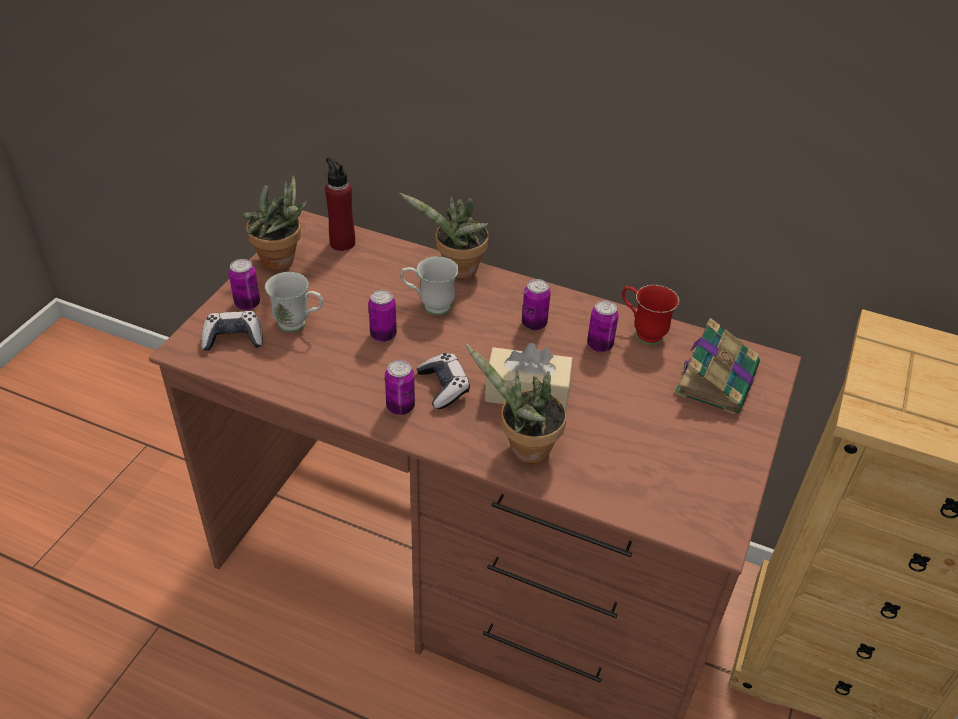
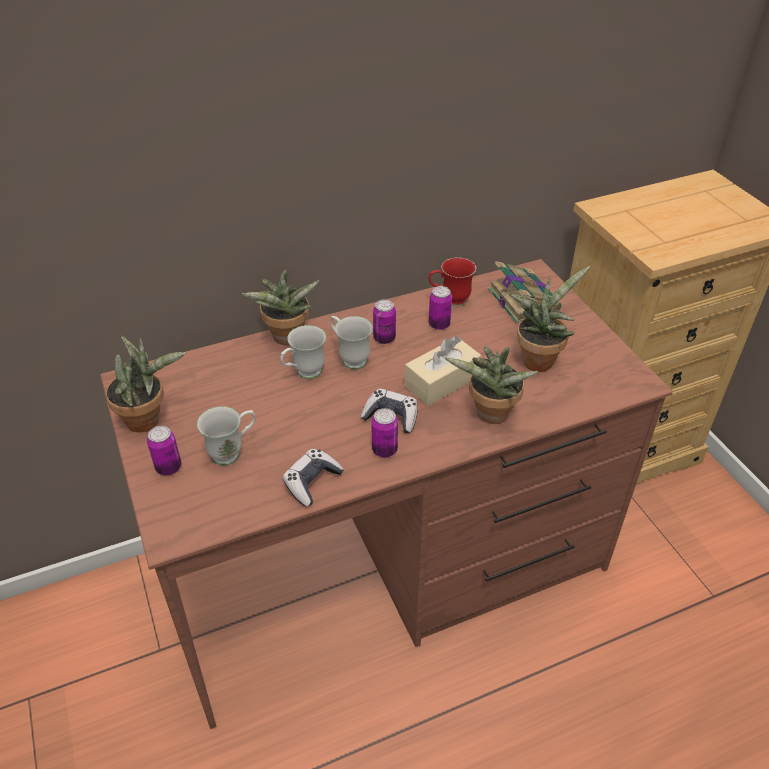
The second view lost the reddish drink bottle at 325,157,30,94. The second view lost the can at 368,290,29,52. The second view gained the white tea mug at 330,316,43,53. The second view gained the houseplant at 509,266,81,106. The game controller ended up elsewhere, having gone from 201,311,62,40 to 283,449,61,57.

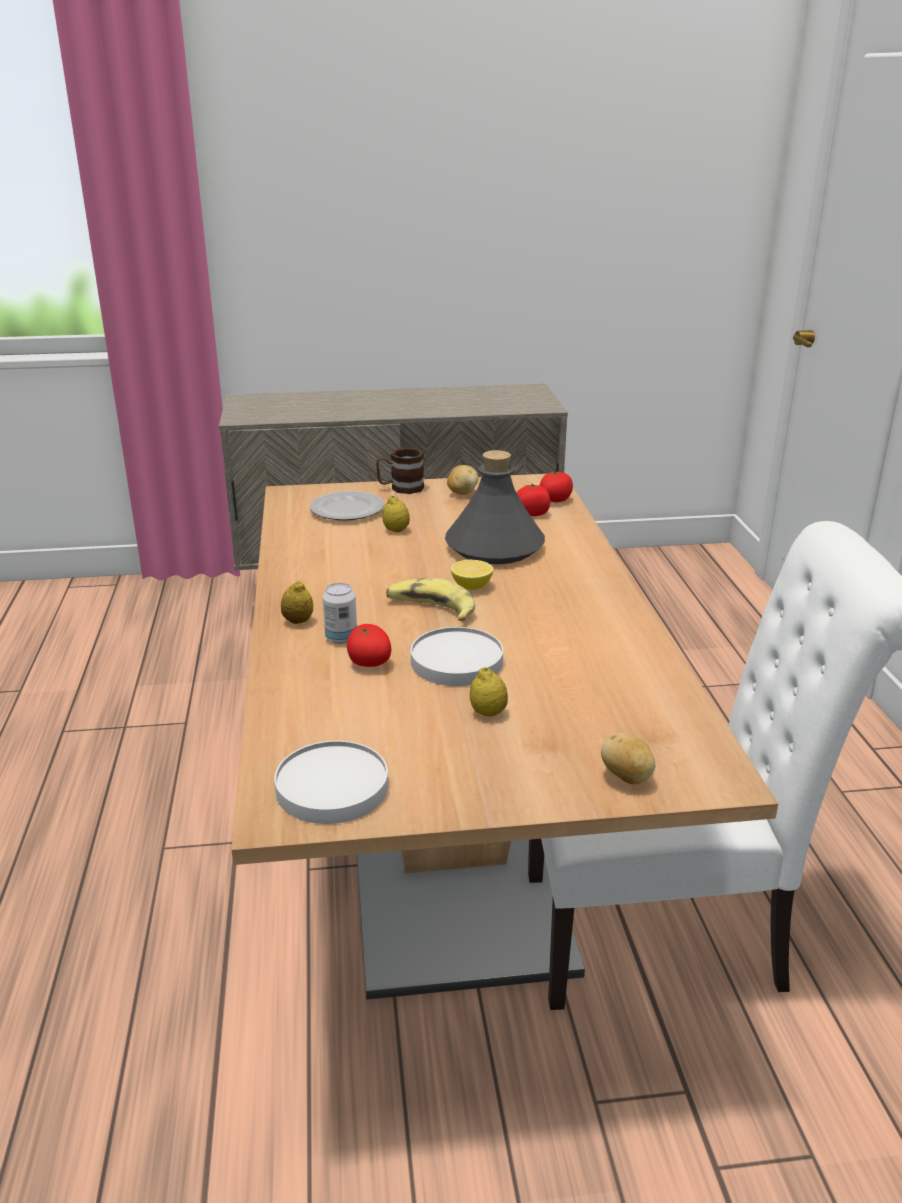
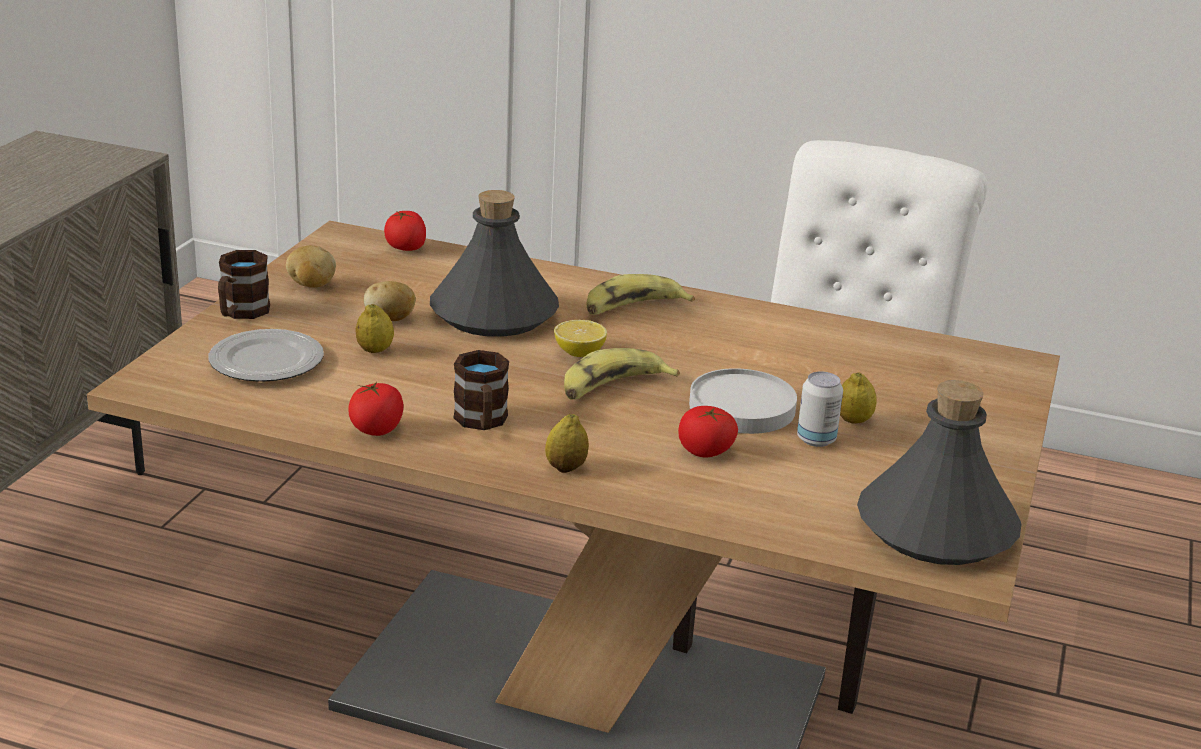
The second view gained the brown-coloured tea mug at 453,350,56,80. The second view gained the banana at 587,274,108,41. The can ended up elsewhere, having gone from 323,583,34,61 to 797,371,46,76. The fresh tomato ended up elsewhere, having gone from 516,483,34,33 to 348,382,55,54. The potato ended up elsewhere, having gone from 601,733,54,51 to 364,281,52,40. Where the white dinner plate stood at 274,741,114,83, the greyish drink bottle came to stand at 857,380,164,185.

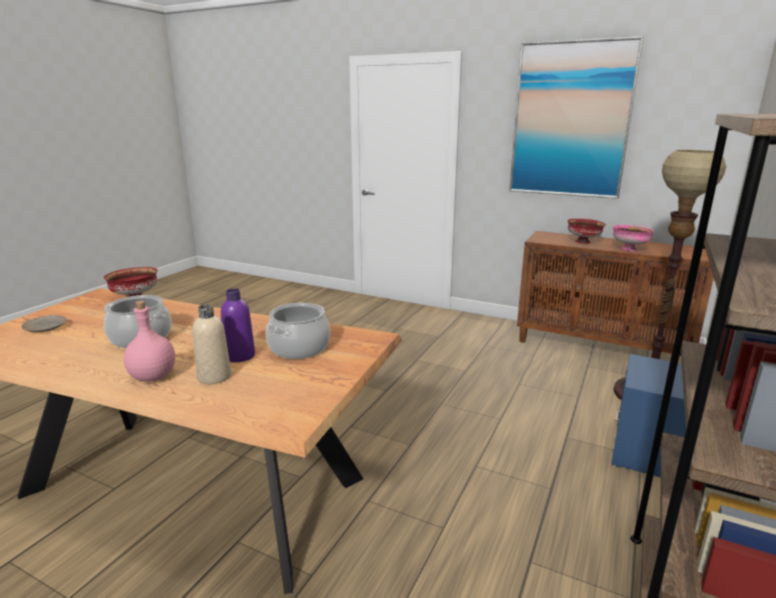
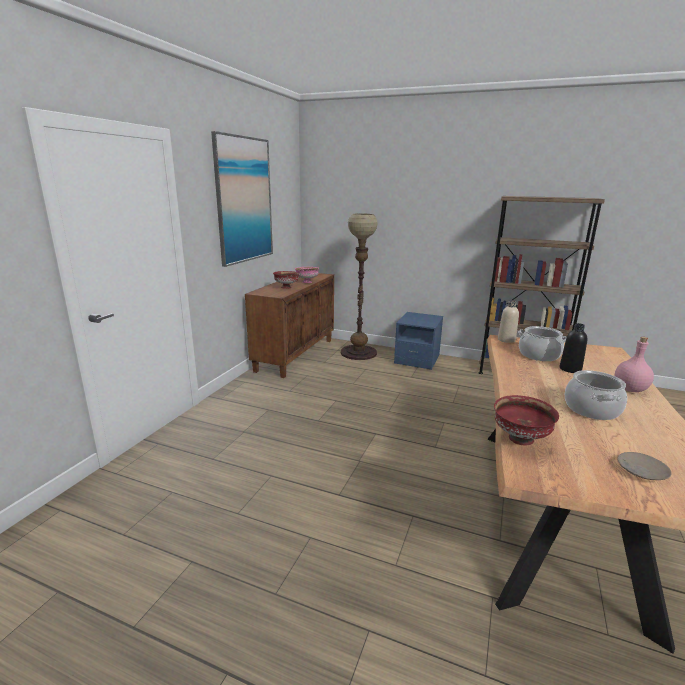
The beige drink bottle ended up elsewhere, having gone from 192,304,39,80 to 498,301,21,42. What was the purplish drink bottle at 221,289,34,73 turned into the blackish drink bottle at 560,323,27,50.

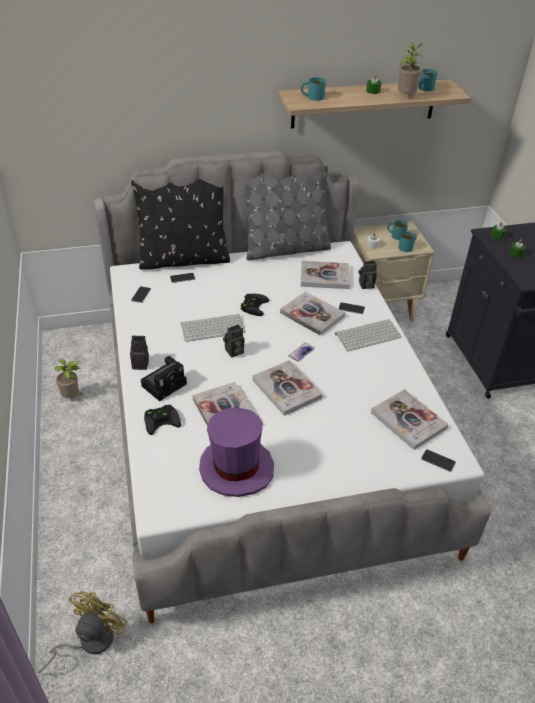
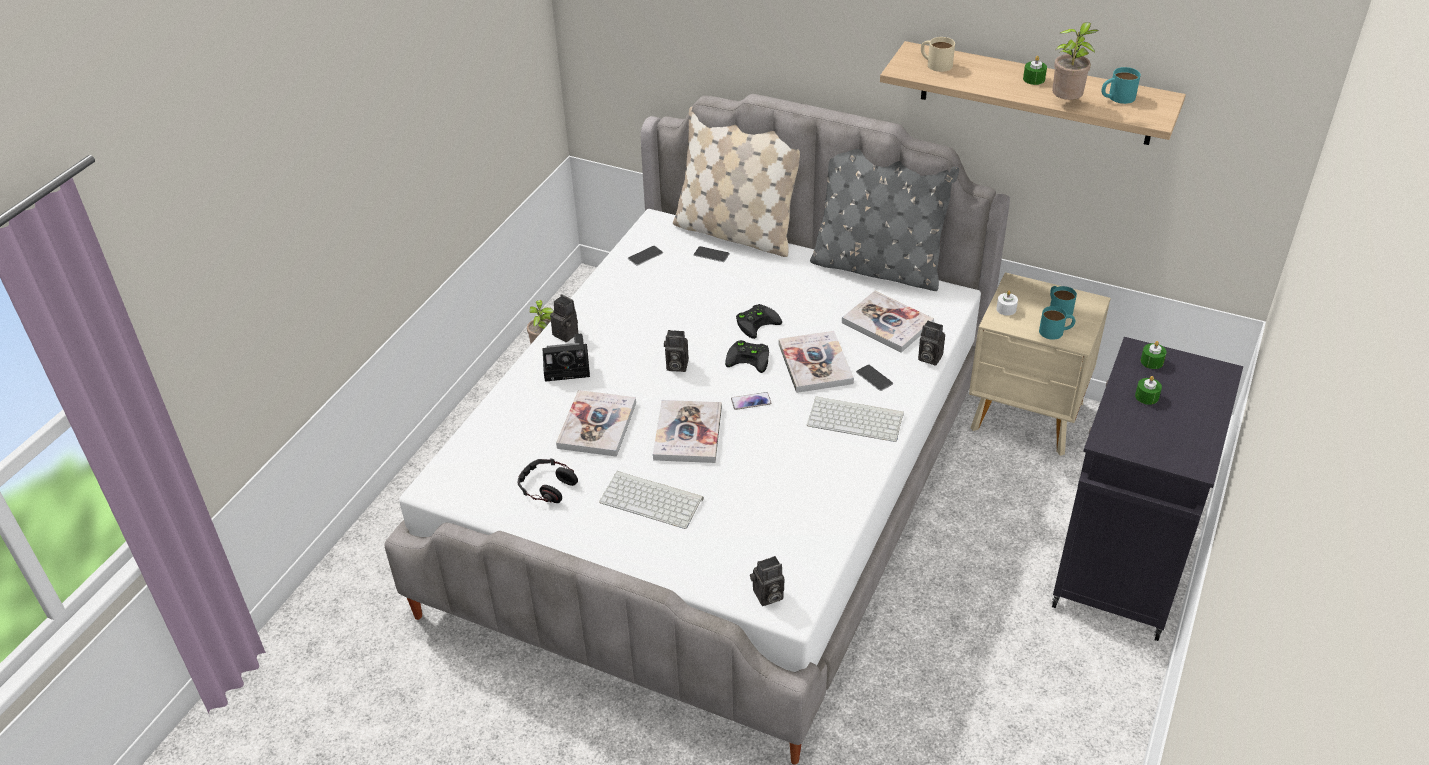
The second view lost the yellow cooling fan at 38,591,89,82. The second view lost the volume at 371,389,77,61. The blackish game controller ended up elsewhere, having gone from 144,405,37,30 to 725,340,44,33. The computer keyboard ended up elsewhere, having gone from 181,314,65,28 to 599,471,105,58. Where the purplish wearable hat stood at 199,408,75,89, the headset came to stand at 518,458,60,45. Where the handset stood at 421,449,35,23, the still camera came to stand at 750,556,34,50. What was the blackish throw pillow at 131,179,99,91 turned into the beige throw pillow at 673,107,127,150. What was the turquoise tea mug at 301,77,25,24 turned into the beige tea mug at 921,37,34,35.

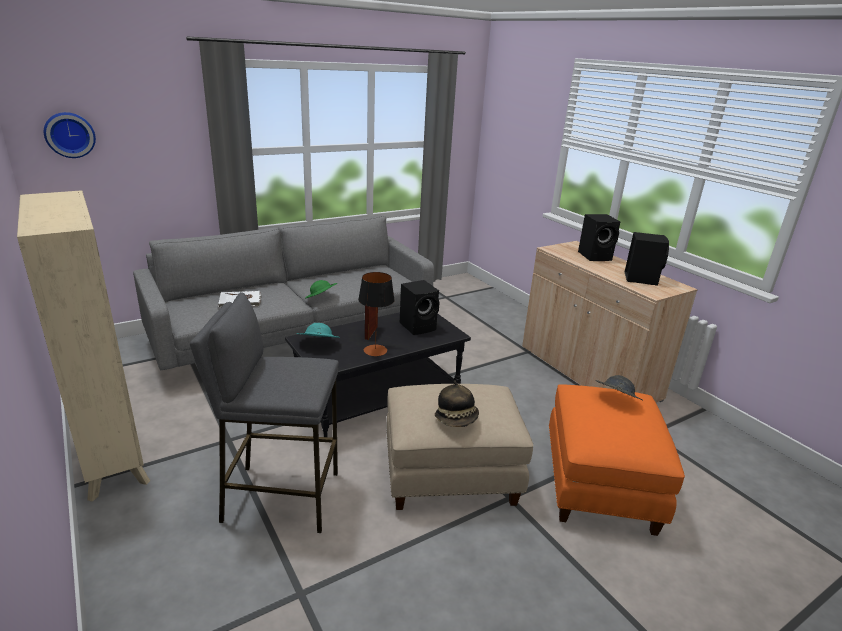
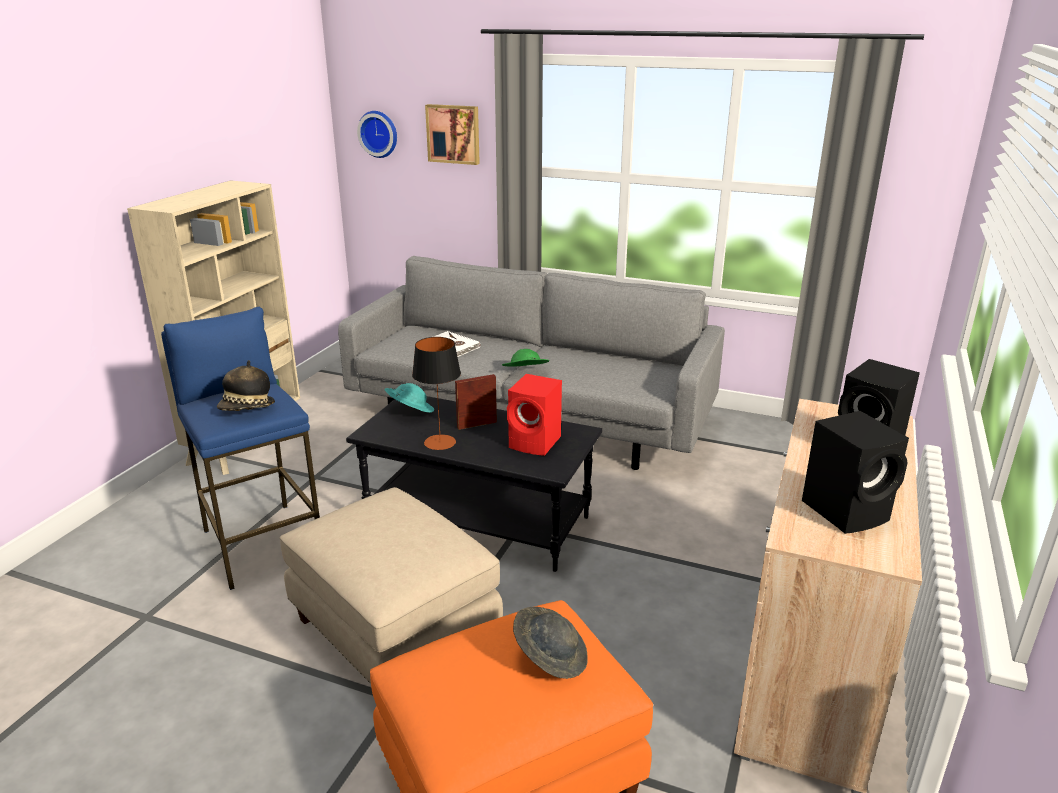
The second view gained the wall picture at 425,104,55,61. The wearable hat ended up elsewhere, having gone from 435,380,44,47 to 217,360,58,51. What was the greyish stool seat at 190,292,149,241 turned into the blue stool seat at 161,307,159,283. What was the blackish speaker at 400,280,40,55 turned into the reddish speaker at 507,374,55,82.

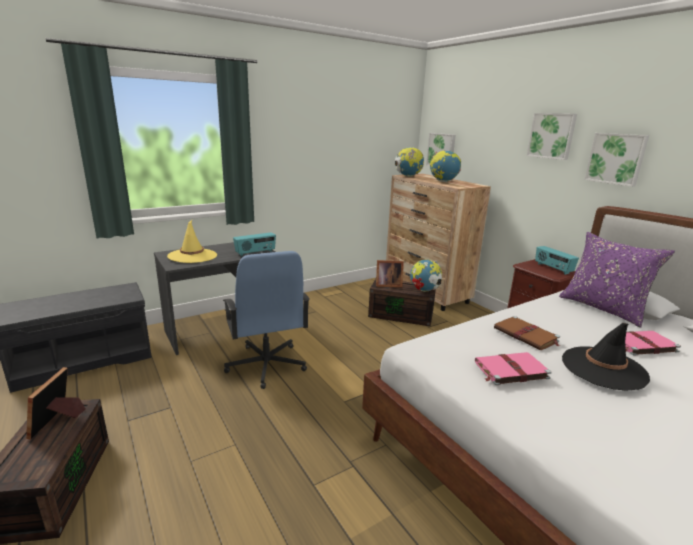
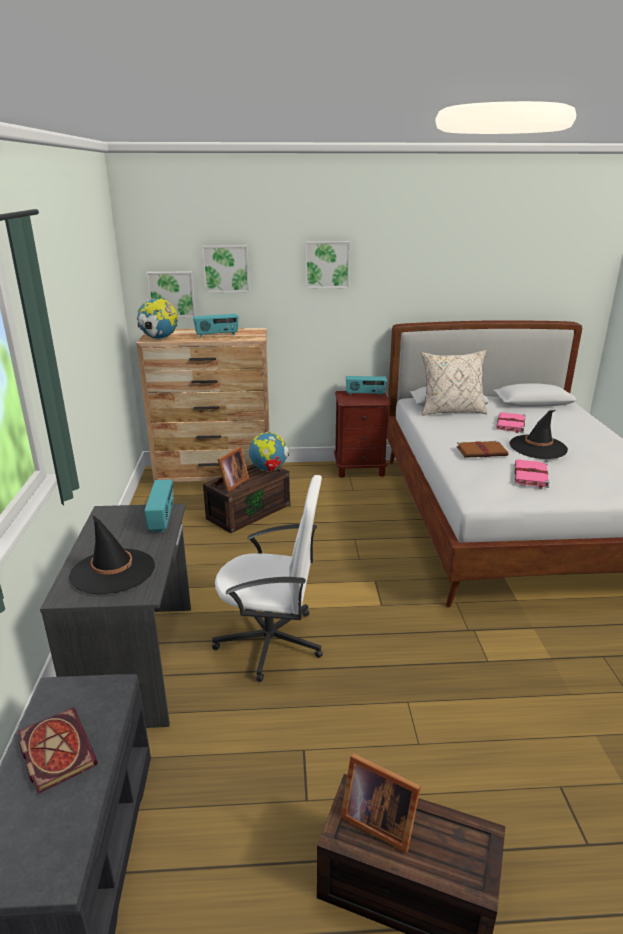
The second view gained the volume at 18,708,80,86. The wall picture ended up elsewhere, having gone from 585,133,64,54 to 202,245,47,48. Where the world globe stood at 430,151,31,31, the radio receiver came to stand at 193,314,46,23. What was the yellow wearable hat at 167,220,50,43 turned into the blackish wearable hat at 69,515,86,79. What was the blue desk chair at 223,251,87,138 turned into the white desk chair at 212,475,111,207. What was the purplish throw pillow at 559,232,116,96 turned into the beige throw pillow at 421,350,66,66.

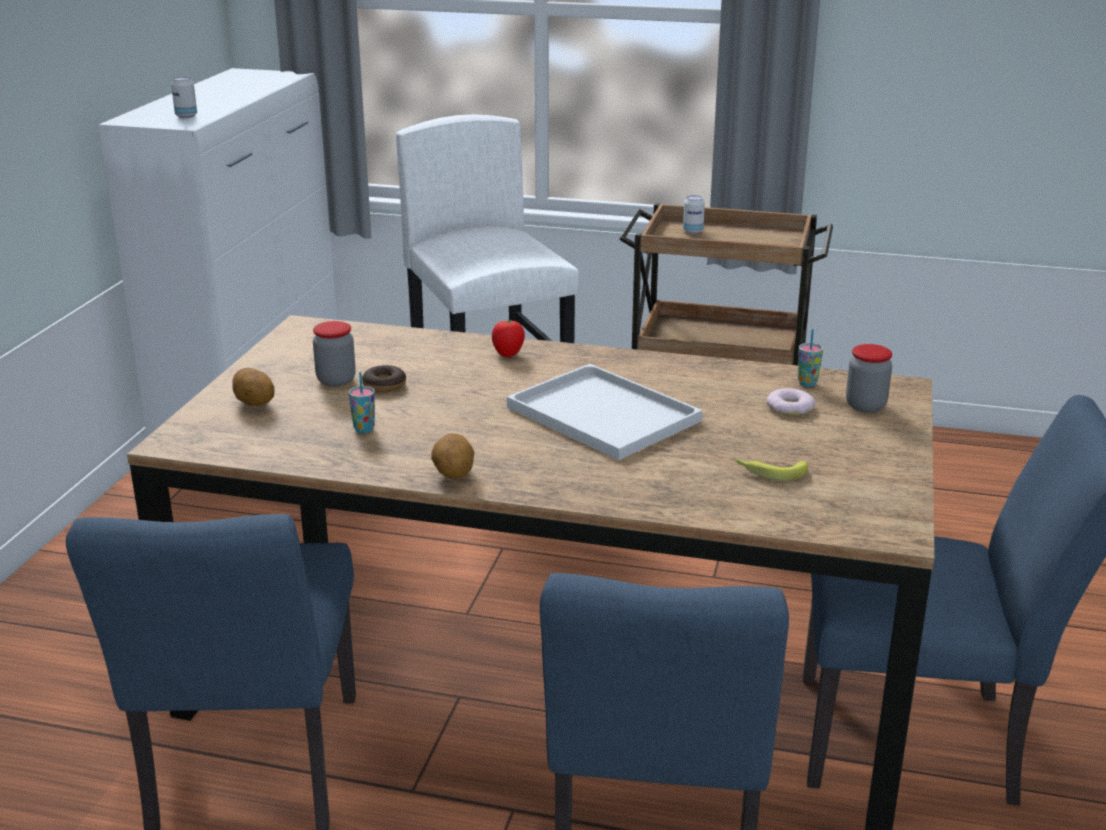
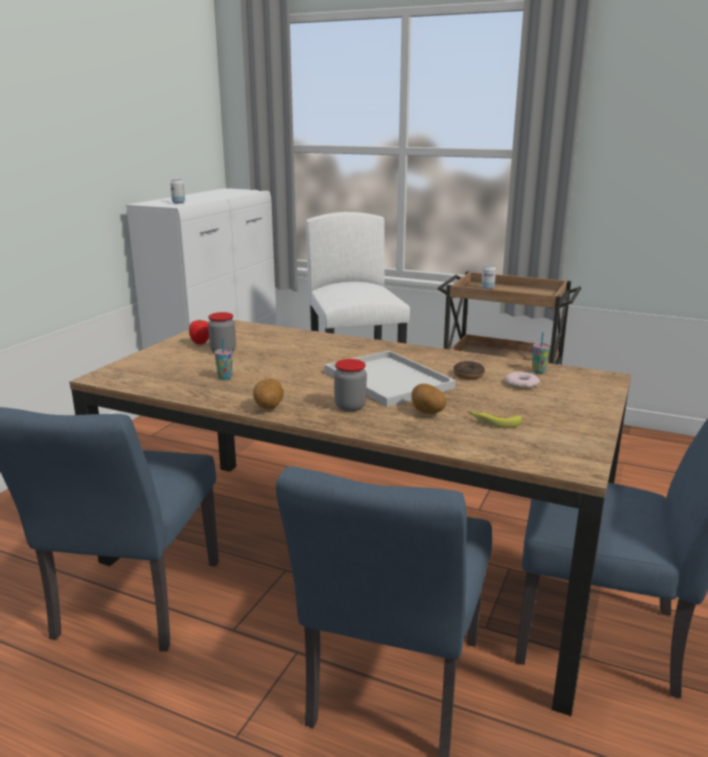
The potato ended up elsewhere, having gone from 232,368,43,38 to 411,384,35,30. The doughnut ended up elsewhere, having gone from 362,365,44,28 to 453,361,32,18. The fresh tomato ended up elsewhere, having gone from 492,320,33,37 to 189,320,20,24. The jar ended up elsewhere, having gone from 846,344,46,68 to 334,359,33,52.

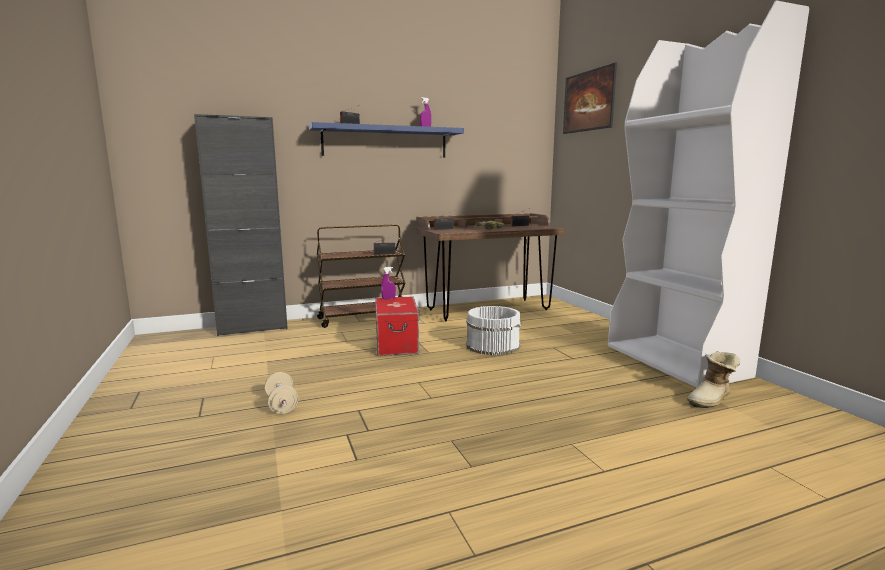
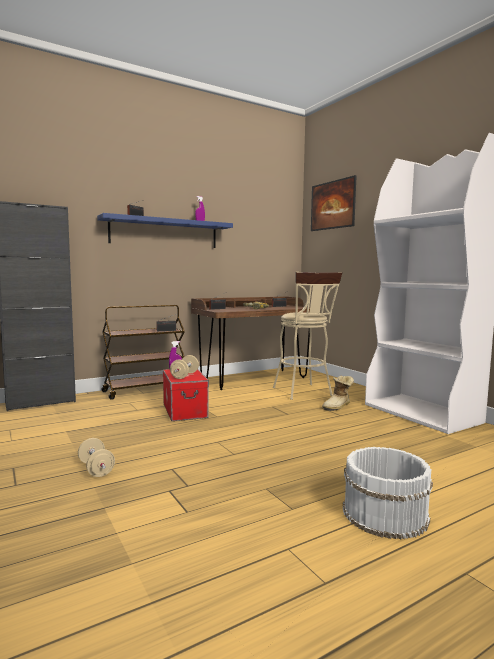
The second view gained the beige hand weight at 170,355,29,24. The second view gained the beige stool seat at 273,272,69,128. The white bucket ended up elsewhere, having gone from 466,306,55,49 to 343,447,90,93. The tall boot ended up elsewhere, having gone from 687,351,53,57 to 322,376,32,35.

